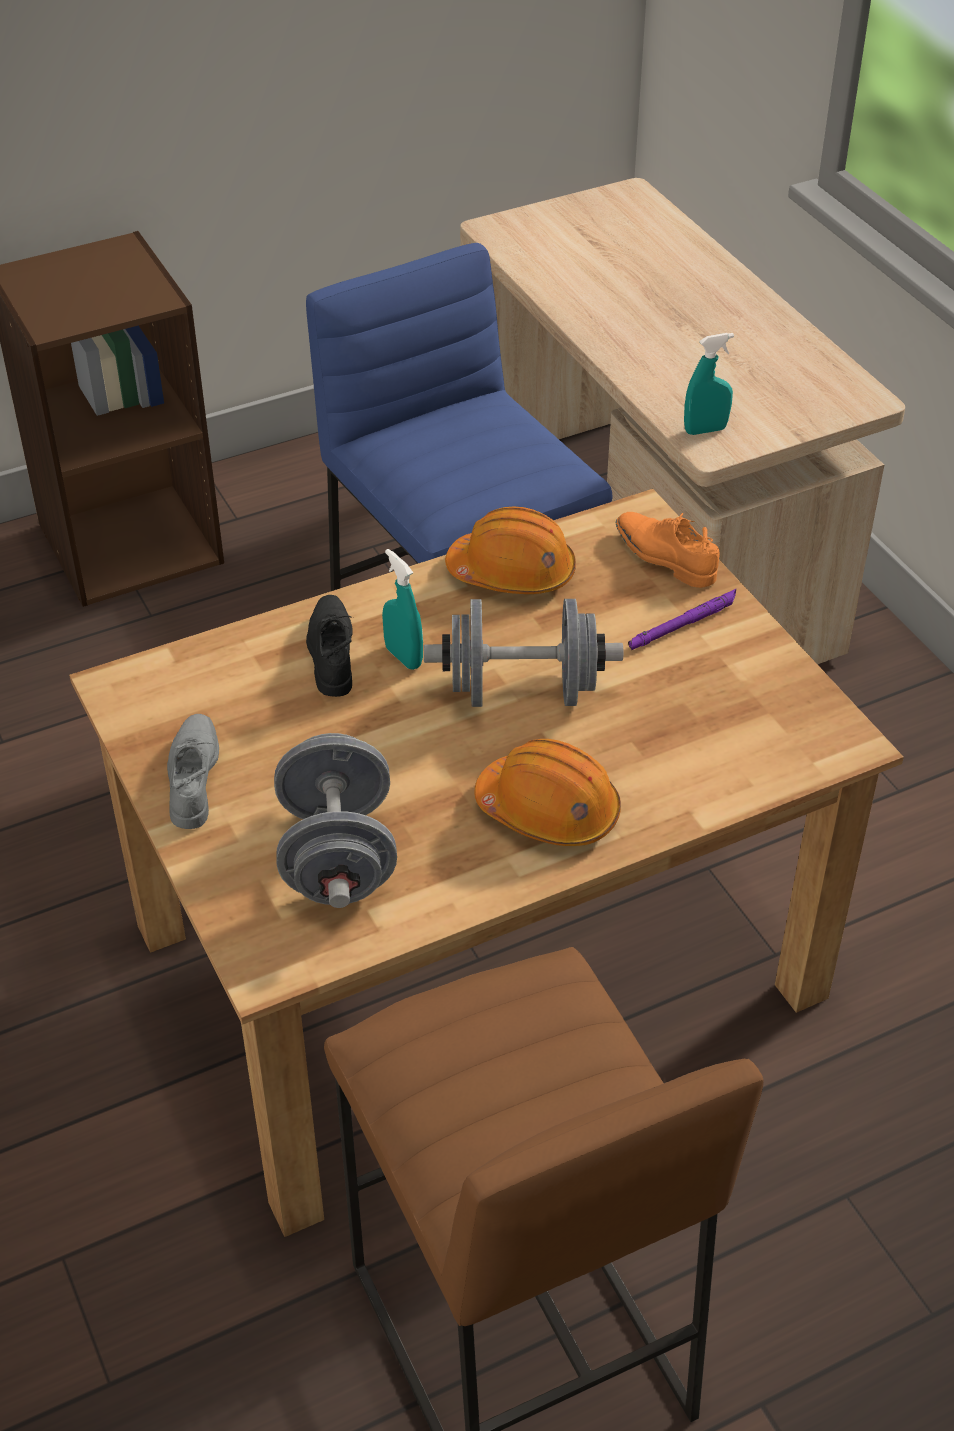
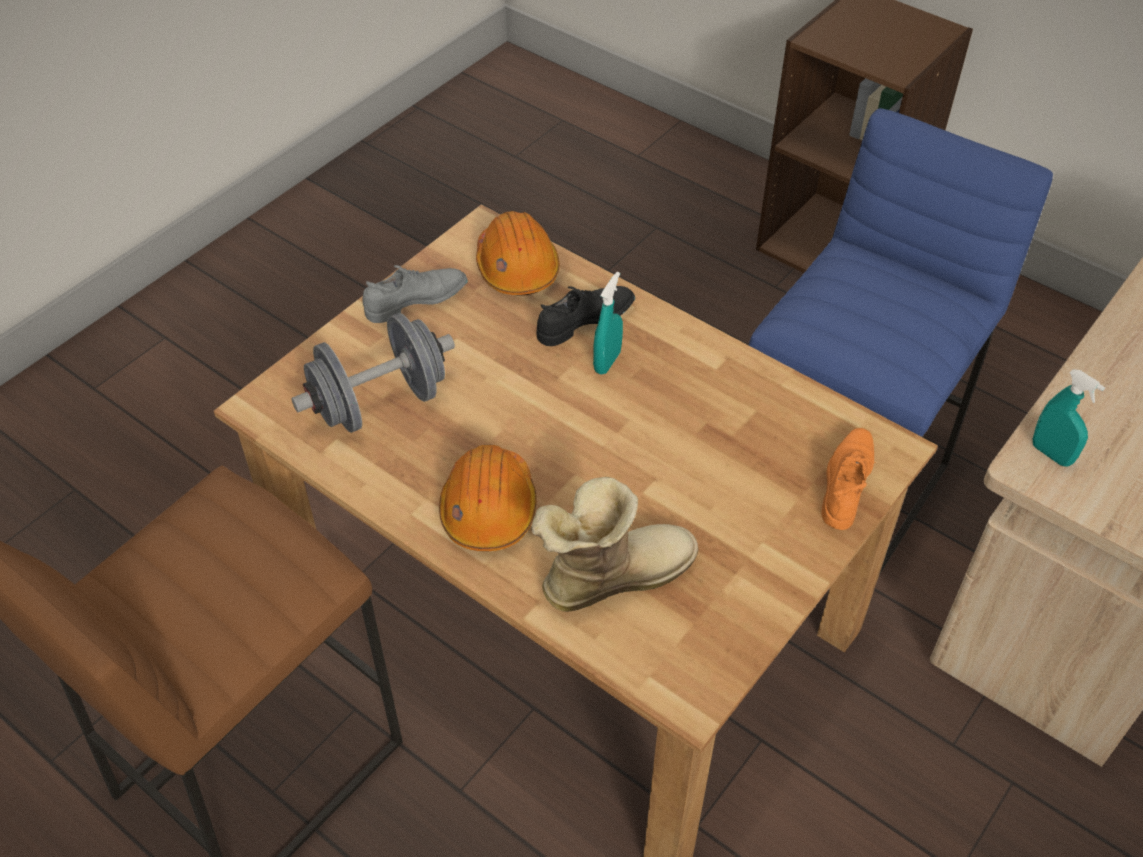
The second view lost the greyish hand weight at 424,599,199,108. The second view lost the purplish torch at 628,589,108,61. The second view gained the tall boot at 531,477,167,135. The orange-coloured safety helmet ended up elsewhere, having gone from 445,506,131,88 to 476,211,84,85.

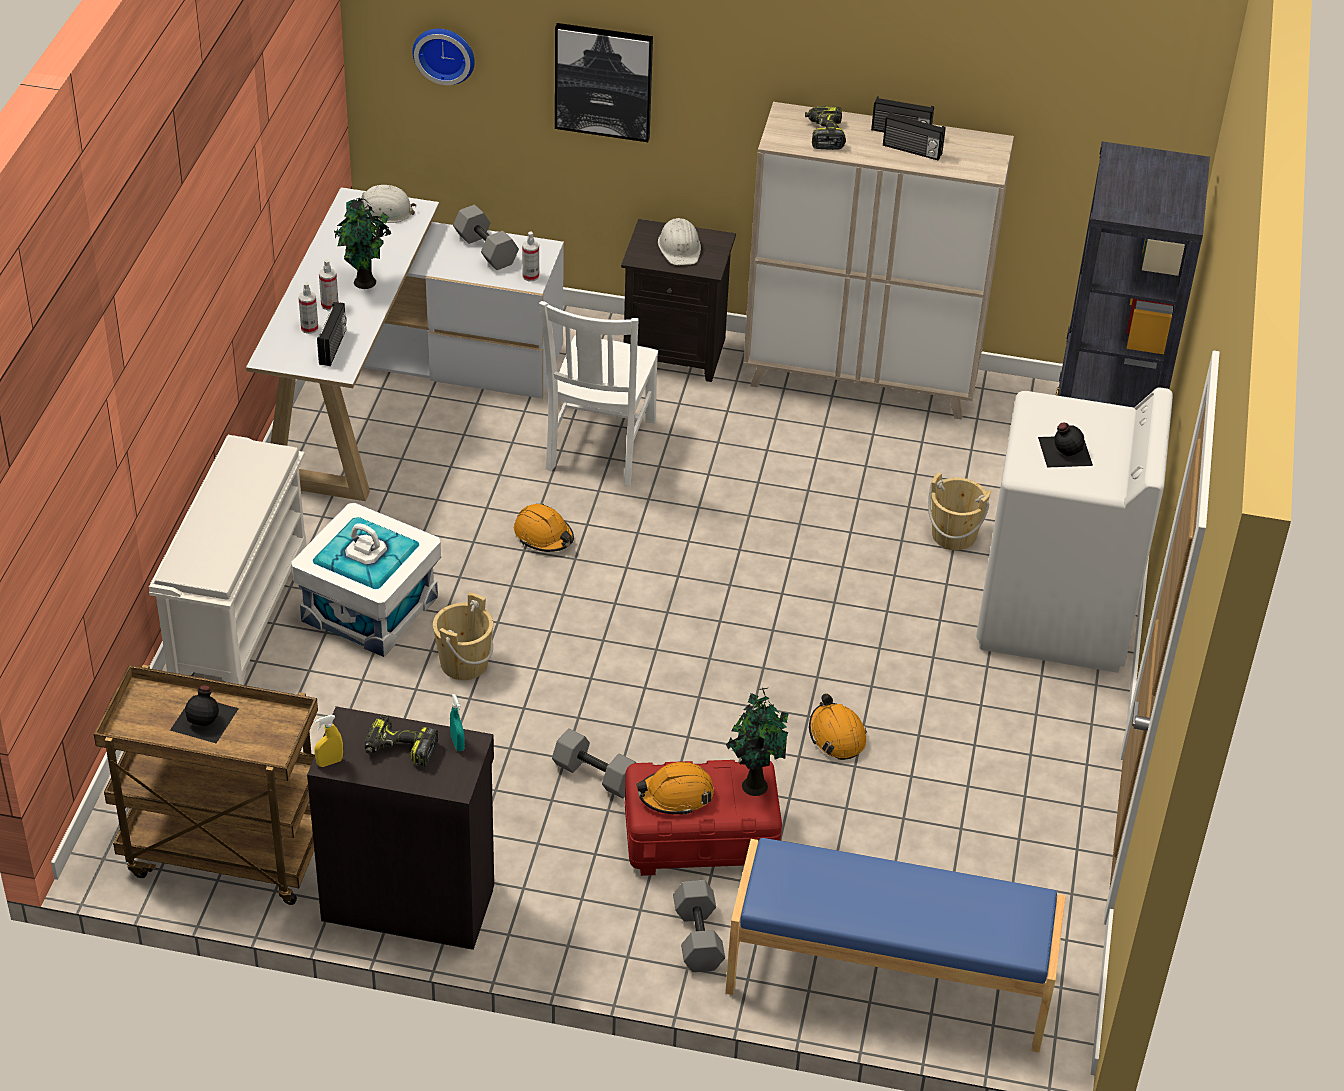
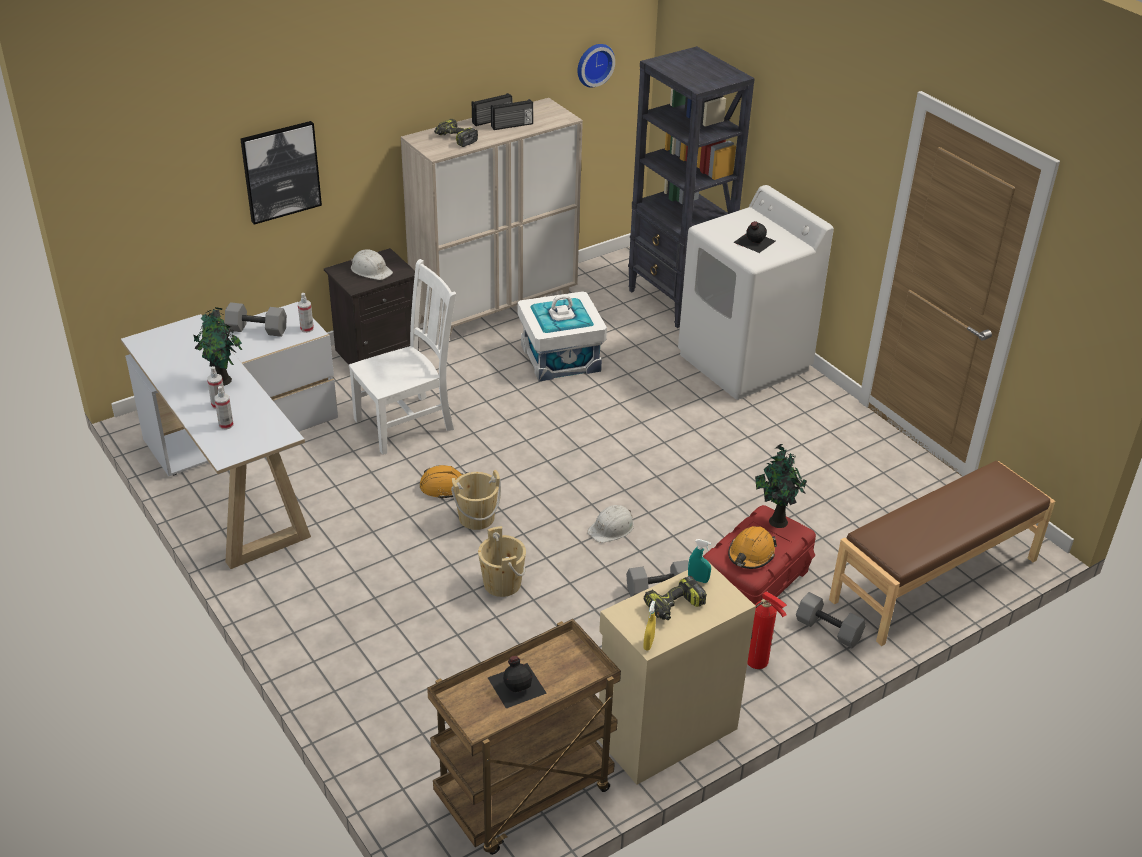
The second view lost the white shoe shelf at 149,435,157,250. The second view lost the radio receiver at 317,302,30,64. The second view lost the orange-coloured safety helmet at 809,693,58,67. The second view gained the extinguisher at 747,591,40,78. The white storage bin ended up elsewhere, having gone from 291,503,150,154 to 518,291,89,90. The white safety helmet ended up elsewhere, having gone from 357,185,60,38 to 587,505,47,38. The hanging clock ended up elsewhere, having gone from 413,29,62,56 to 577,44,38,43. The beige bucket ended up elsewhere, having gone from 928,472,63,78 to 451,470,50,60. What was the blackish cupboard at 307,706,187,244 turned into the beige cupboard at 599,564,157,221. What was the blue bench at 725,838,341,215 turned into the brown-coloured bench at 829,461,226,185. The white chair at 539,301,119,184 ended up facing another way, 90 degrees counterclockwise from before.

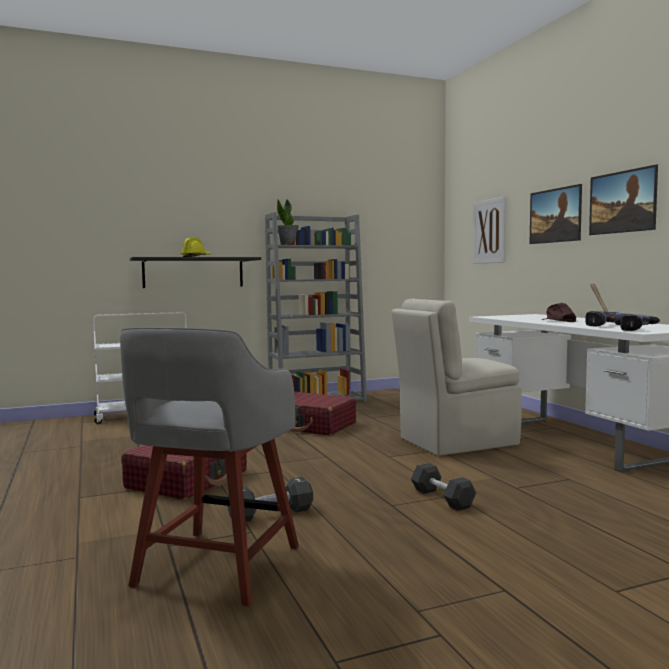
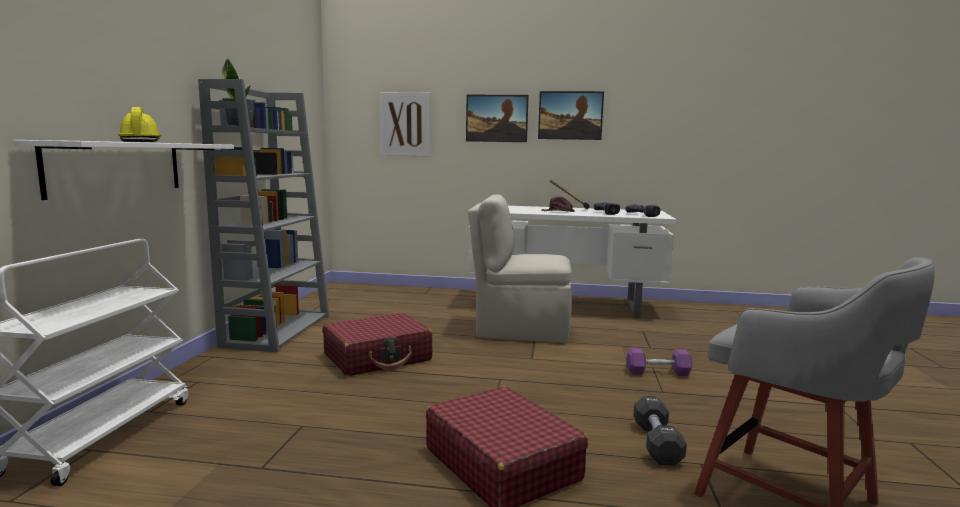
What was the blackish shelf at 130,257,131,31 turned into the white shelf at 13,140,221,60. What was the greyish hand weight at 411,463,65,48 turned into the purplish hand weight at 627,348,65,28. The beige chair at 391,299,131,157 ended up facing another way, 90 degrees clockwise from before.

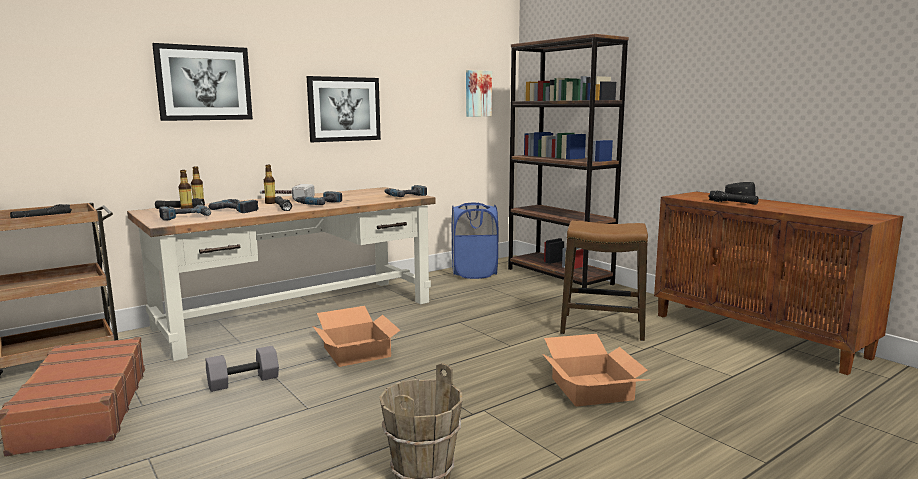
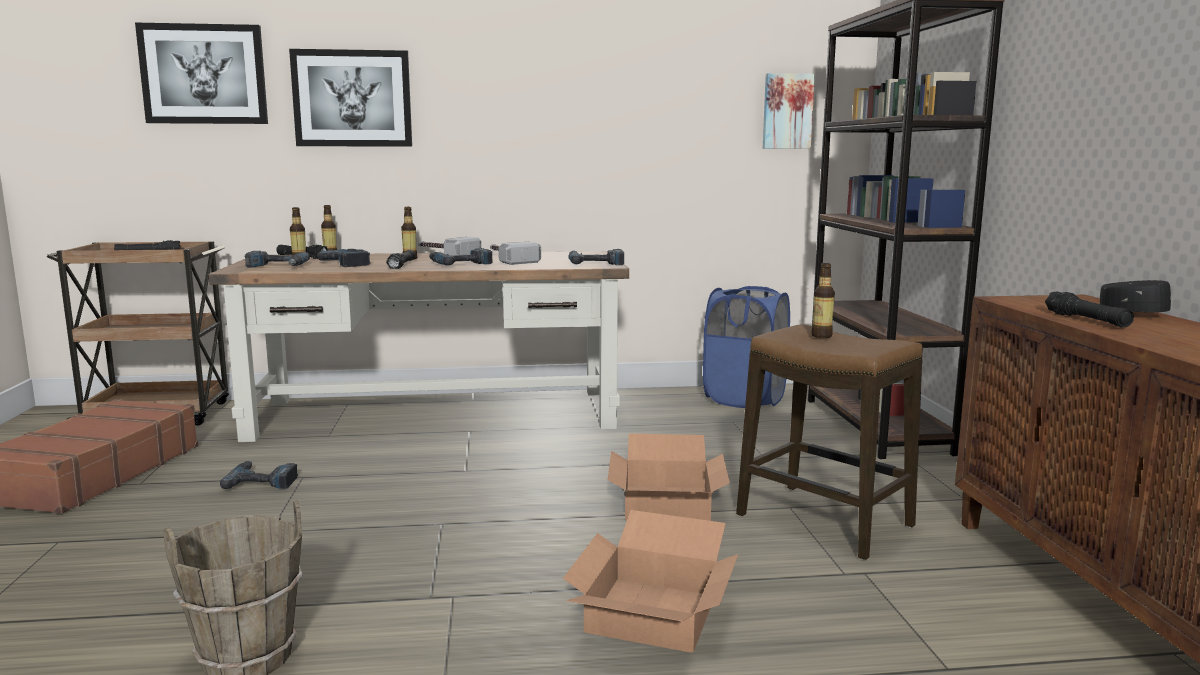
The second view gained the hand hammer at 490,242,51,23. The second view gained the drink bottle at 811,263,24,75. The wall picture ended up elsewhere, having gone from 307,76,74,66 to 135,23,133,101. The carton ended up elsewhere, having gone from 313,306,87,61 to 608,433,122,88. Where the greyish hand weight stood at 206,346,73,46, the power drill came to stand at 220,461,78,28.

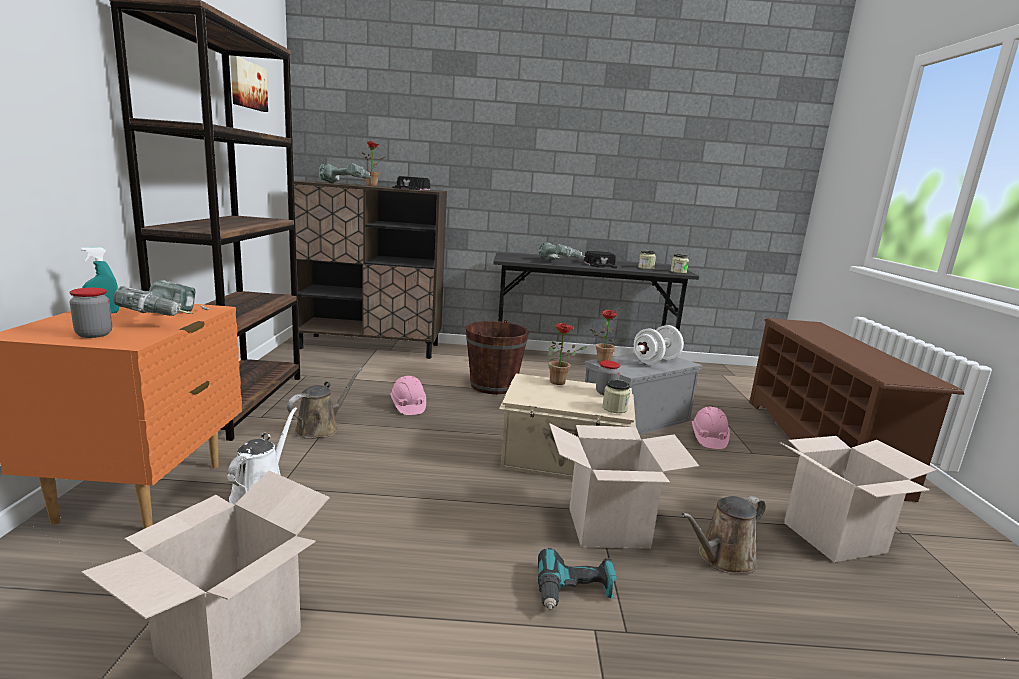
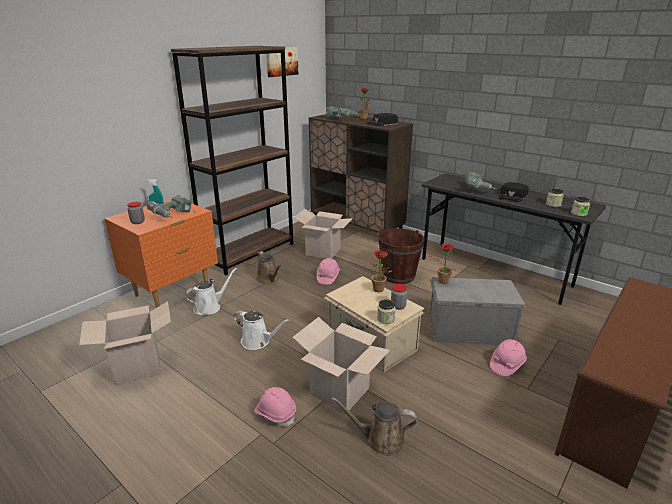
The second view lost the white hand weight at 634,325,50,39. The second view gained the white watering can at 234,310,56,40. The carton ended up elsewhere, having gone from 780,436,157,126 to 293,209,60,50. Where the power drill stood at 538,548,79,62, the pink-coloured safety helmet came to stand at 254,387,42,39. The brown-coloured watering can at 287,368,75,71 ended up facing another way, 75 degrees clockwise from before.

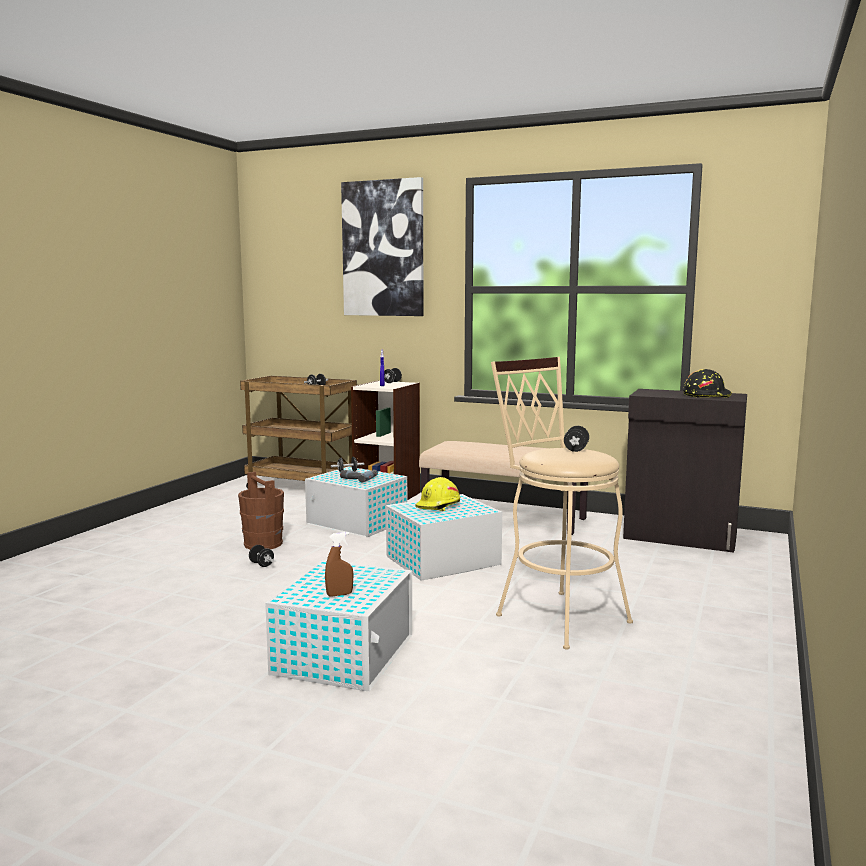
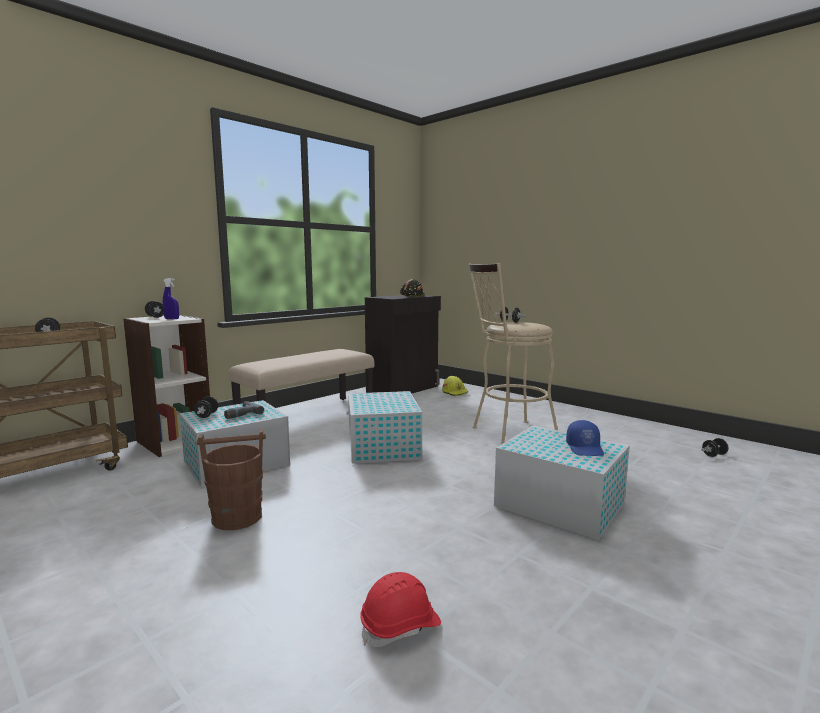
The second view lost the wall picture at 341,177,82,139. The second view gained the reddish safety helmet at 360,572,81,75. The blackish hand weight ended up elsewhere, having gone from 249,545,25,22 to 702,438,26,19. The yellow safety helmet ended up elsewhere, having gone from 415,477,45,34 to 442,376,26,20. Where the brown-coloured spray bottle stood at 325,532,28,65, the blue baseball cap came to stand at 566,420,38,36.

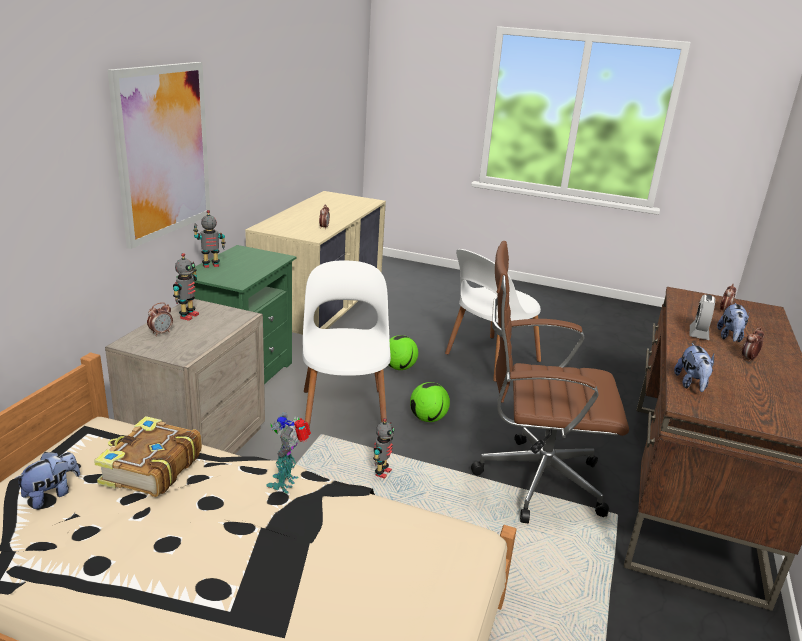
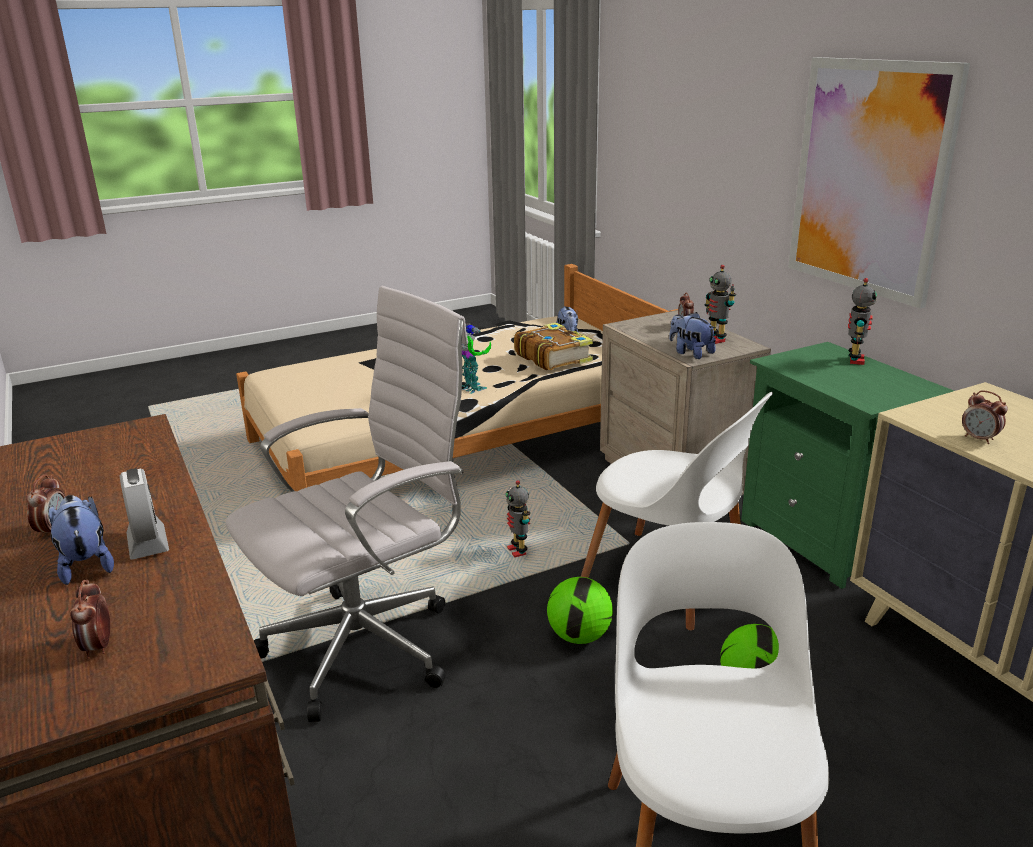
The cuddly toy ended up elsewhere, having gone from 674,343,40,49 to 669,312,47,47. What was the brown-coloured desk chair at 471,241,158,282 turned into the white desk chair at 226,286,242,436.

